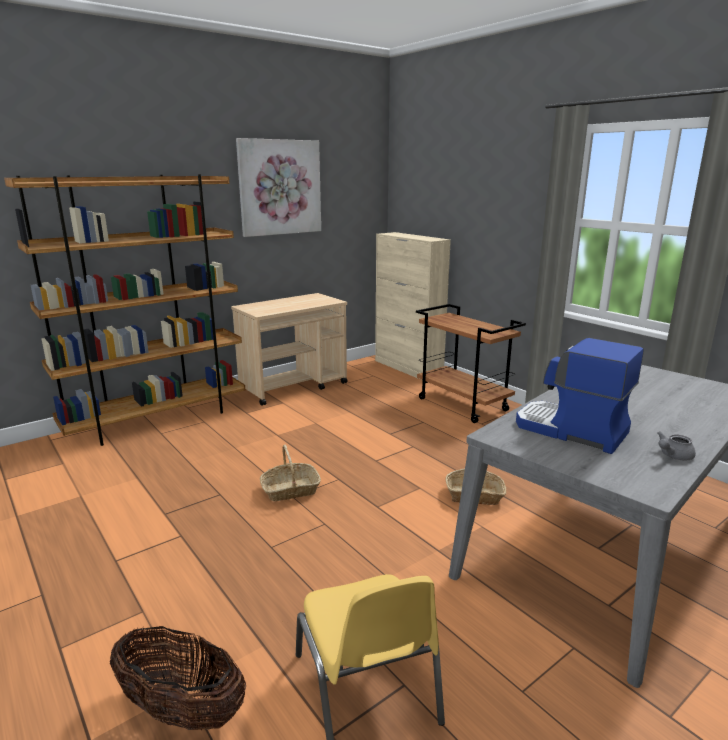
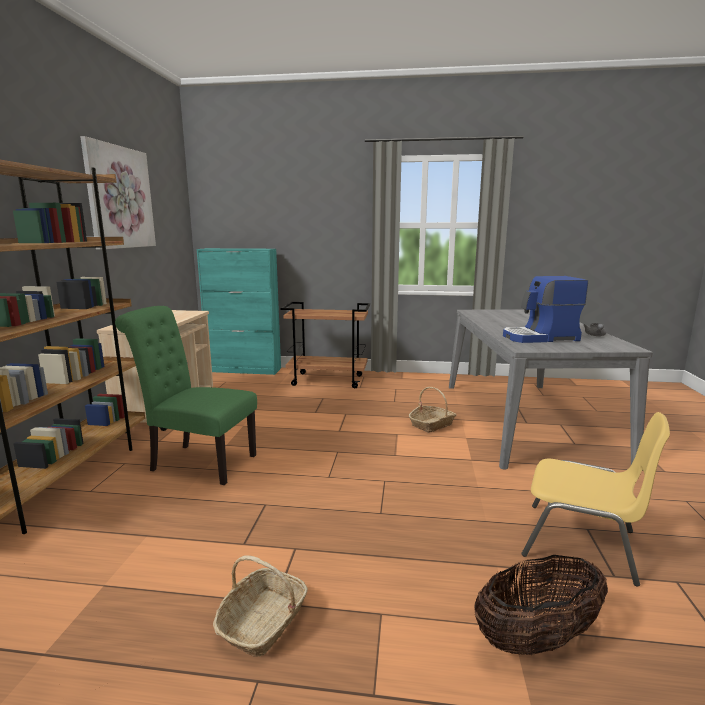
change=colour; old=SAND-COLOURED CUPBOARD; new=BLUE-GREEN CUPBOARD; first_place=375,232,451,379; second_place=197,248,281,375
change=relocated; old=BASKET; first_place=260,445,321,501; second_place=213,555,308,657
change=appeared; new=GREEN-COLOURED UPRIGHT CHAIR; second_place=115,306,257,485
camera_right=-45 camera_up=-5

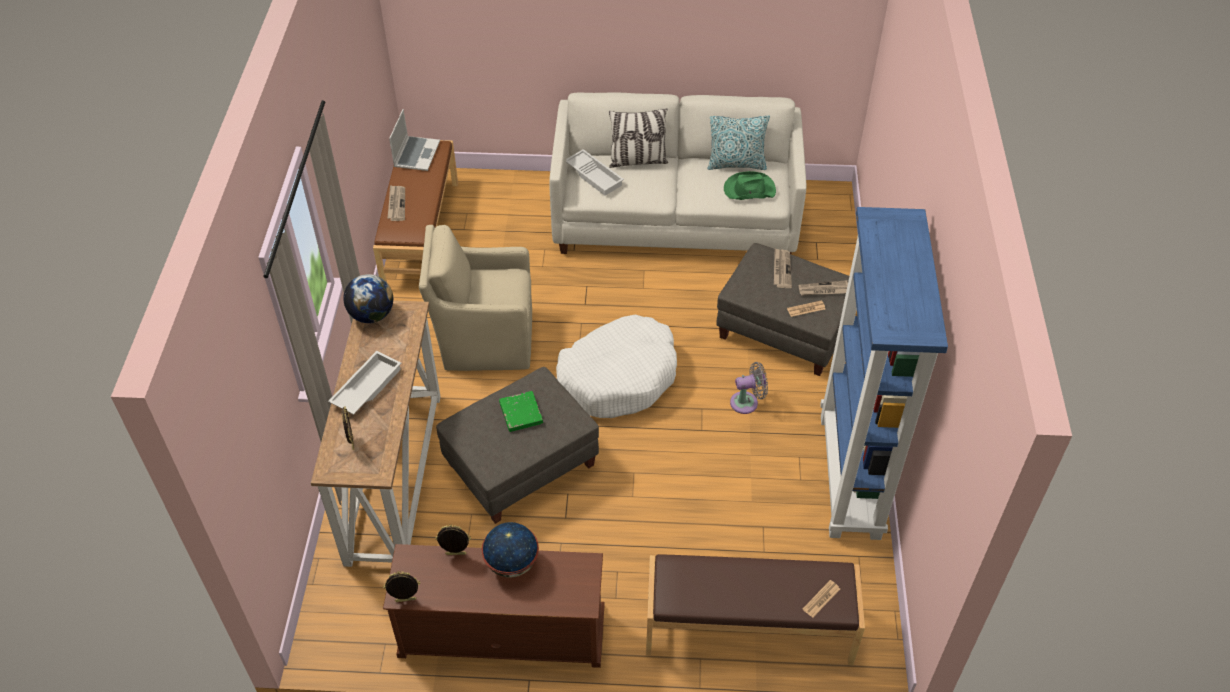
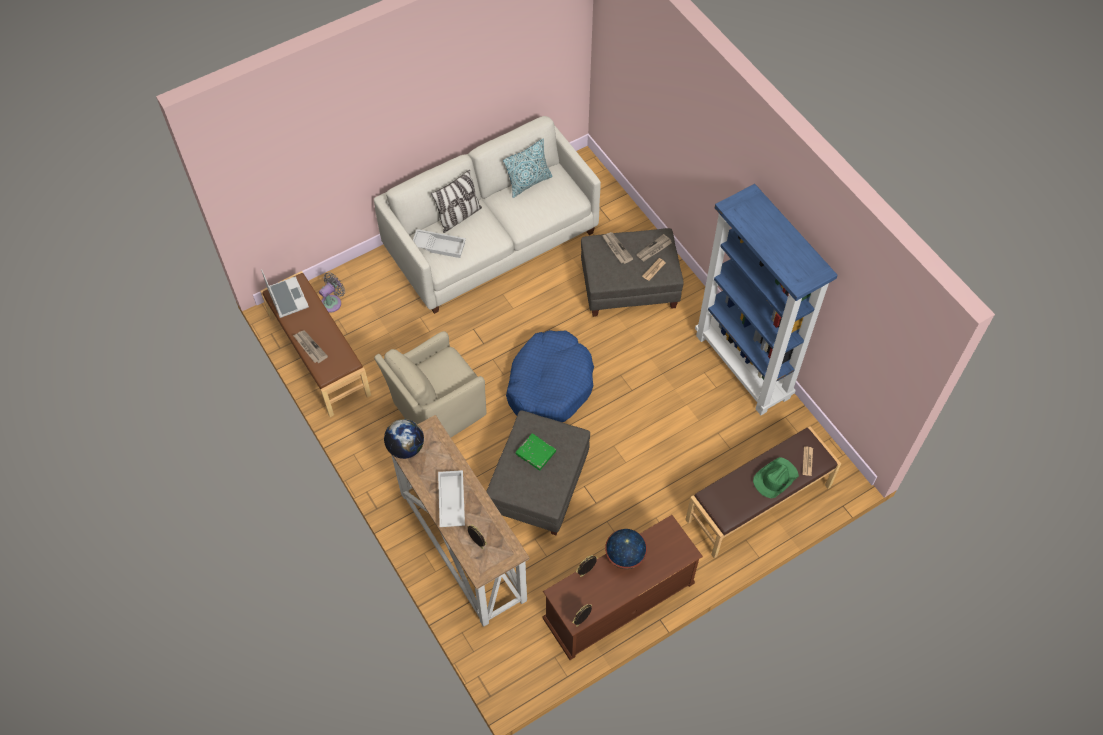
change=relocated; old=GREEN-COLOURED HAT; first_place=724,171,776,200; second_place=753,457,799,498
change=colour; old=WHITE PET BED; new=BLUISH PET BED; first_place=556,315,677,418; second_place=506,330,594,422
change=relocated; old=GREY COOLING FAN; first_place=730,362,768,414; second_place=319,272,345,313
camera_right=-35 camera_up=10

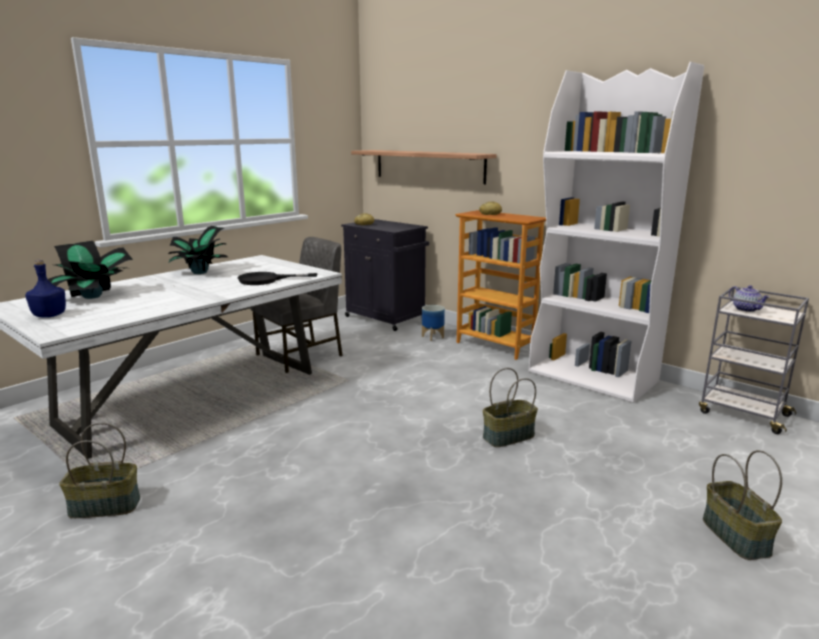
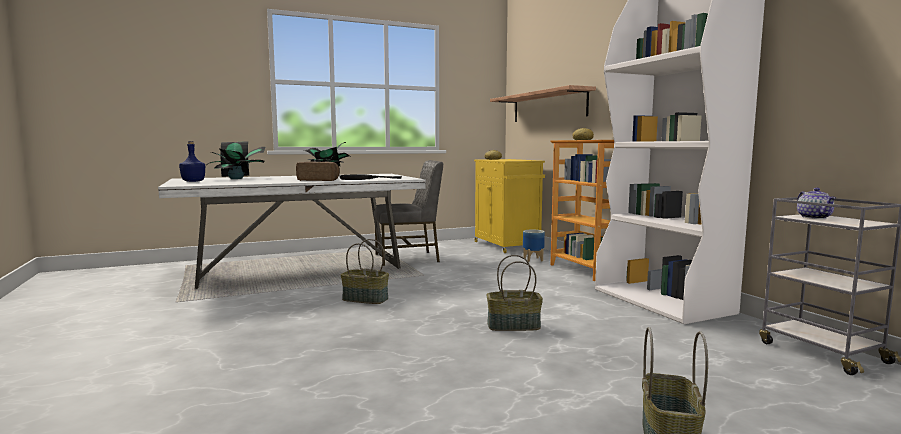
change=colour; old=BLACK CUPBOARD; new=YELLOWISH CUPBOARD; first_place=341,219,429,331; second_place=474,159,545,253
change=relocated; old=BASKET; first_place=59,423,140,518; second_place=341,239,389,304
change=appeared; new=BAKED BREAD; second_place=296,161,340,181
camera_right=25 camera_up=-10

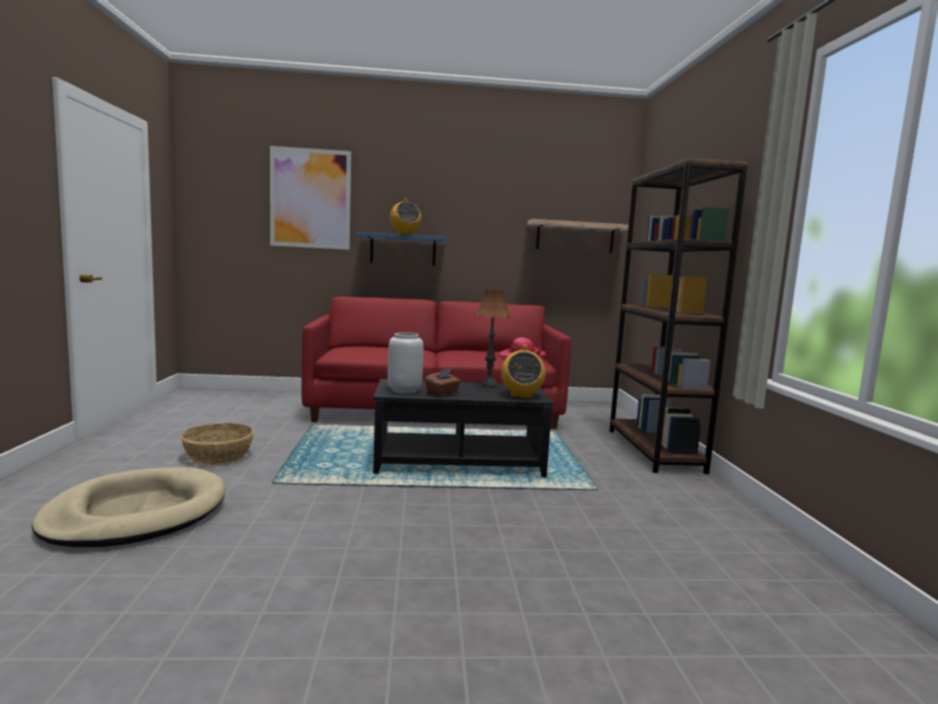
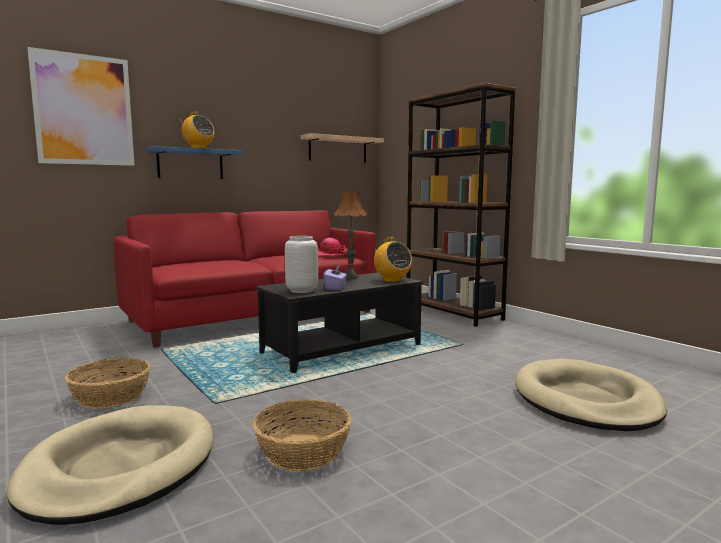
change=colour; old=BROWN TISSUE HOLDER; new=PURPLE-COLOURED TISSUE HOLDER; first_place=425,369,461,396; second_place=324,265,347,290
change=appeared; new=SAND-COLOURED PET BED; second_place=515,359,667,431
change=appeared; new=BASKET; second_place=252,399,352,471
camera_right=-30 camera_up=0

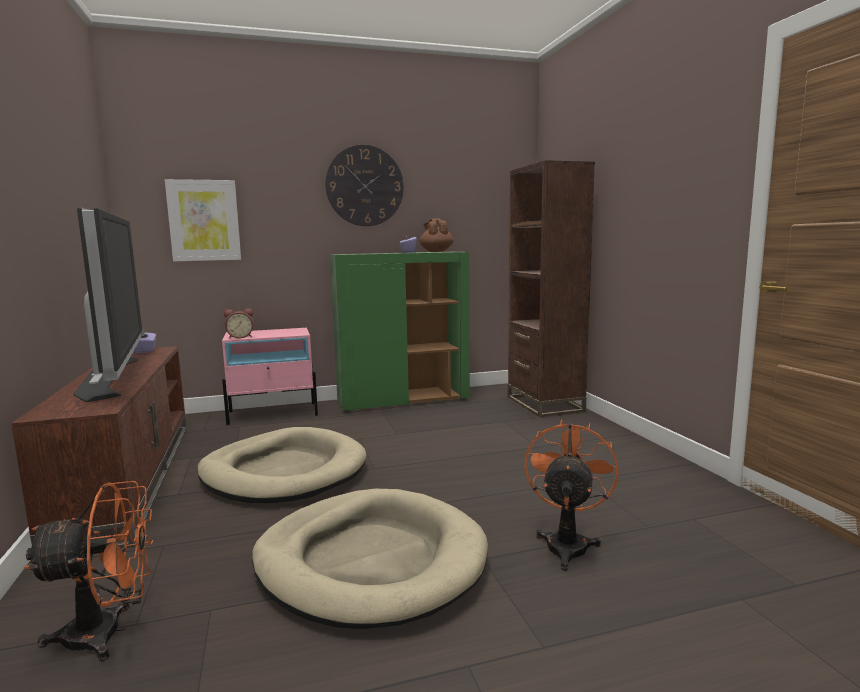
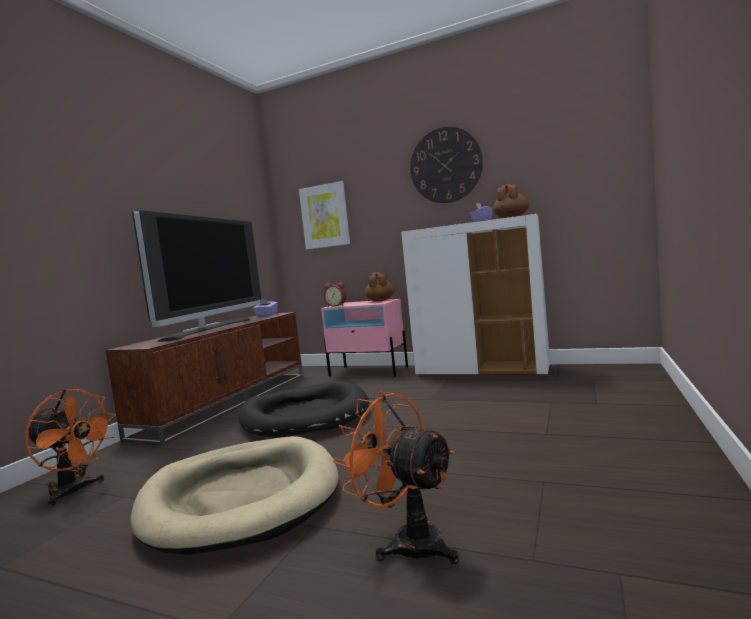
change=missing; old=BROWN BOOKCASE; first_place=508,160,595,417
change=colour; old=GREEN-COLOURED CUPBOARD; new=WHITE CUPBOARD; first_place=330,252,470,412; second_place=401,214,550,377
change=spun; old=ORANGEY COOLING FAN; first_place=524,420,619,571; second_place=333,392,459,564; degrees=-105
change=colour; old=SAND-COLOURED PET BED; new=BLACK PET BED; first_place=197,427,367,503; second_place=238,381,370,437
change=appeared; new=BROWN TEAPOT; second_place=365,272,394,302
camera_right=40 camera_up=-5

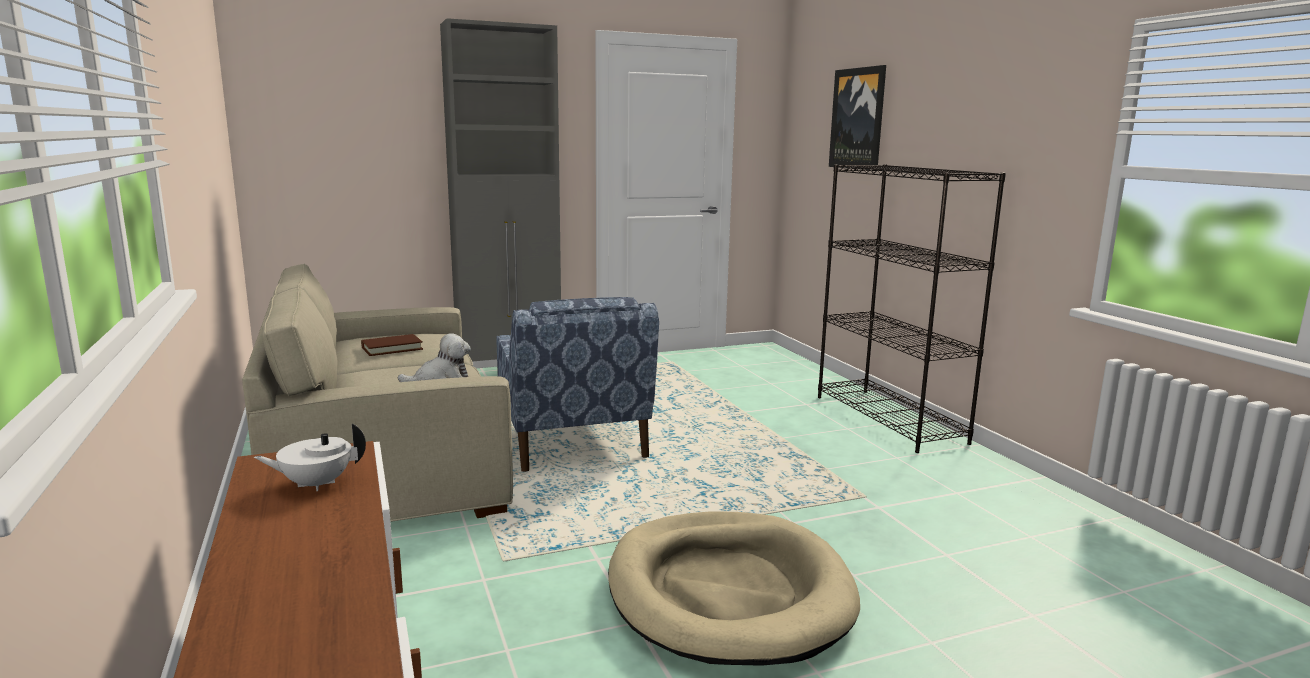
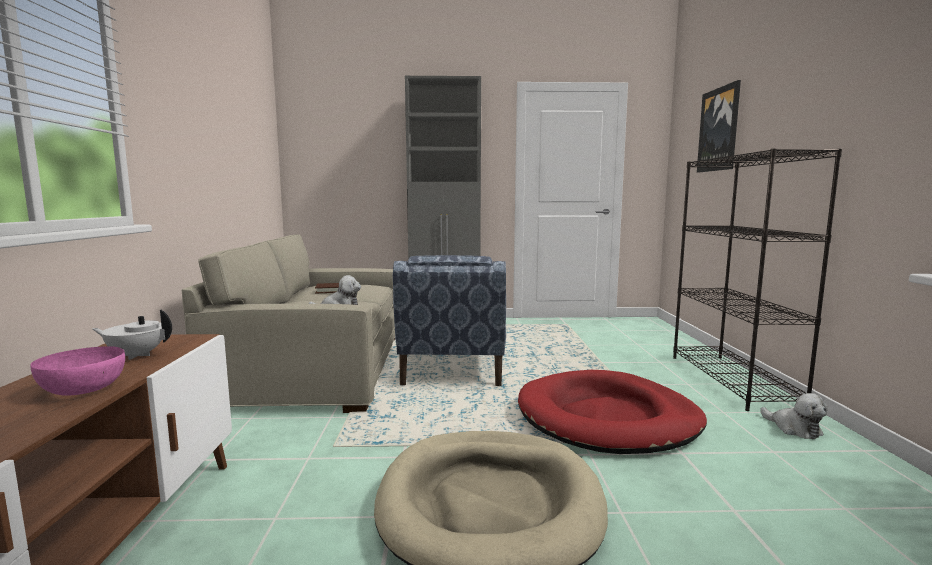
change=appeared; new=PINK SERVING BOWL; second_place=30,346,125,396
change=appeared; new=REDDISH PET BED; second_place=518,370,707,454
change=appeared; new=SOFT TOY; second_place=760,393,828,439
camera_right=20 camera_up=-5

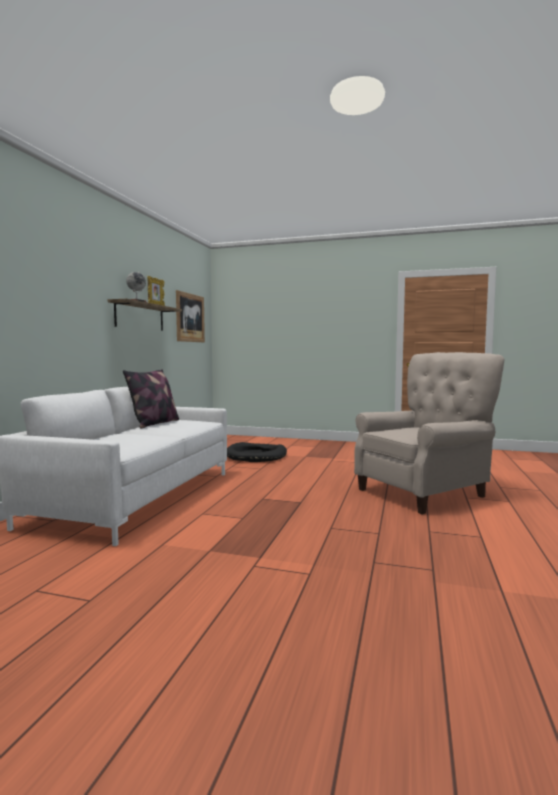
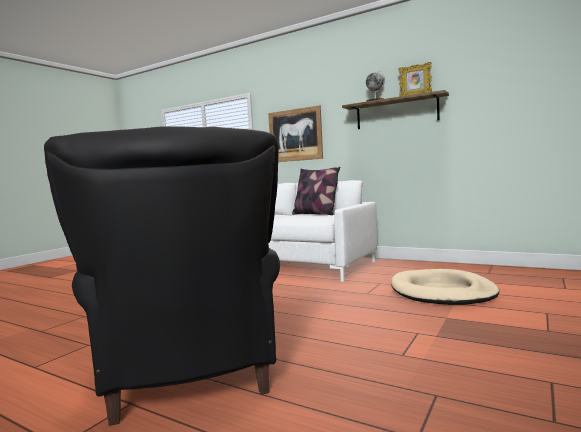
change=relocated; old=PICTURE; first_place=176,290,205,342; second_place=268,105,323,162
change=colour; old=SAND-COLOURED ARMCHAIR; new=BLACK ARMCHAIR; first_place=354,352,504,514; second_place=44,126,280,426
change=colour; old=BLACK PET BED; new=SAND-COLOURED PET BED; first_place=227,442,287,462; second_place=391,269,499,305
camera_right=105 camera_up=0

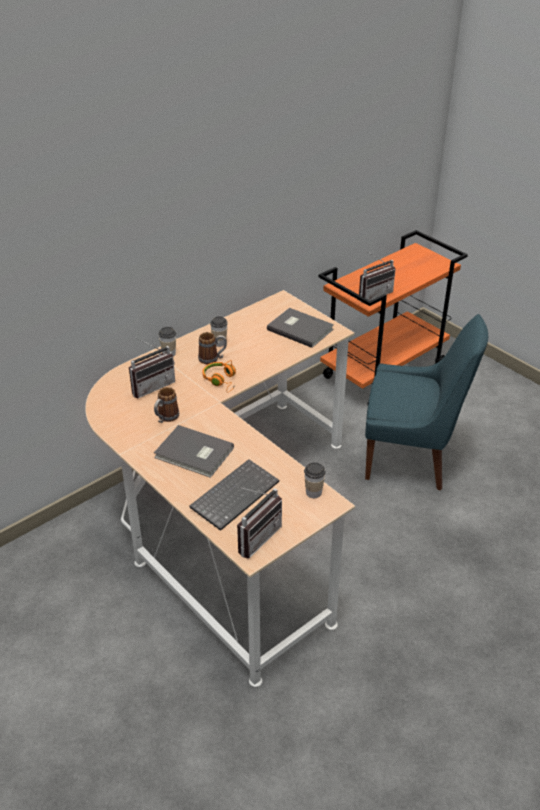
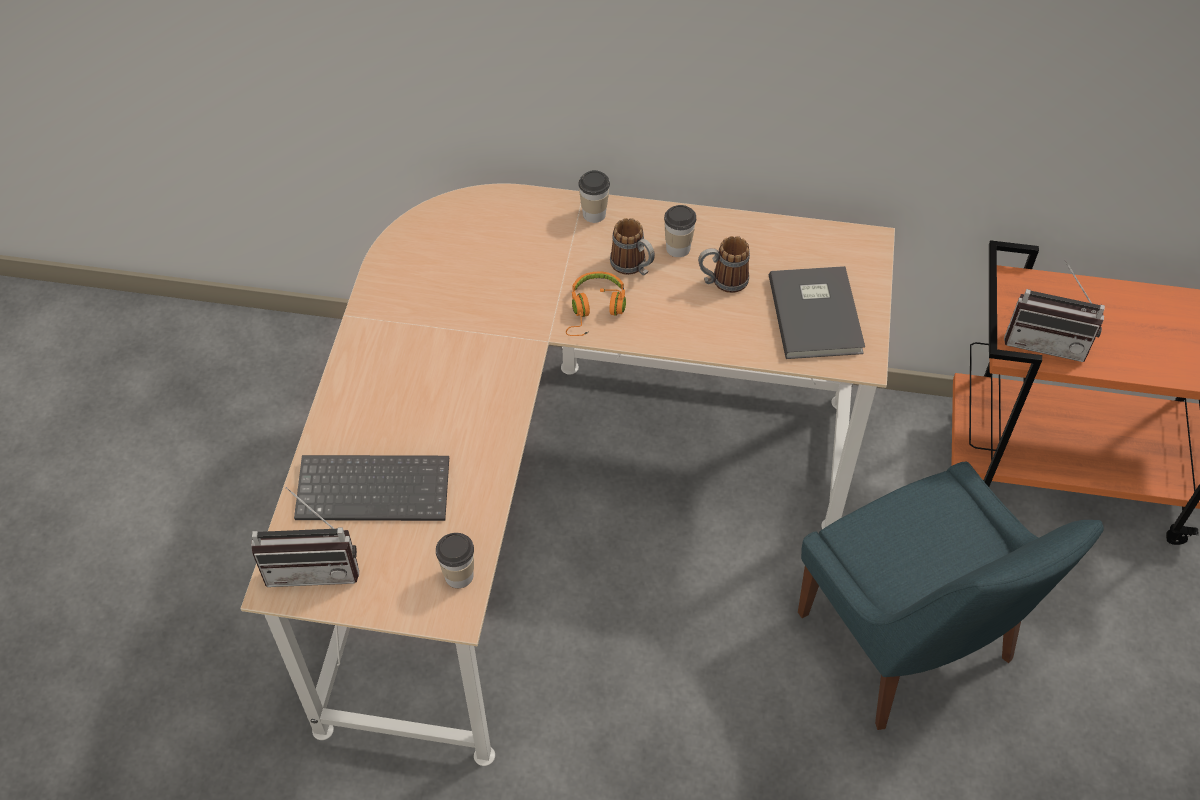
change=missing; old=RADIO; first_place=129,338,175,399
change=relocated; old=MUG; first_place=154,387,179,423; second_place=698,236,750,293
change=missing; old=GREY VOLUME; first_place=154,425,234,478
camera_right=50 camera_up=15

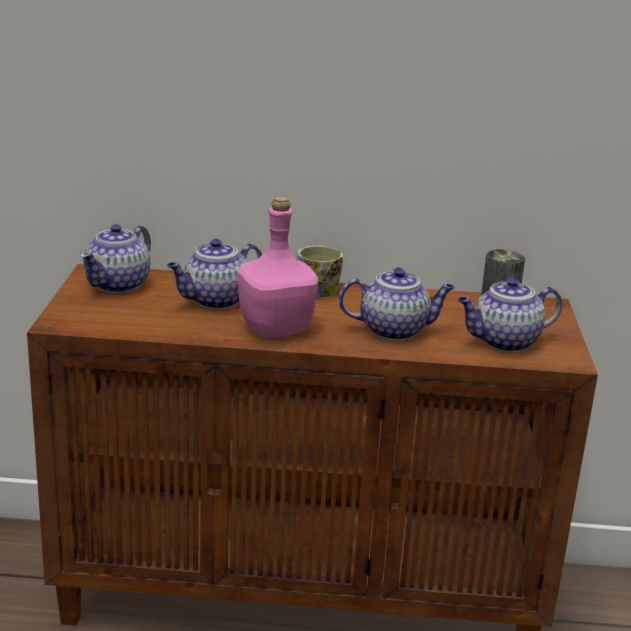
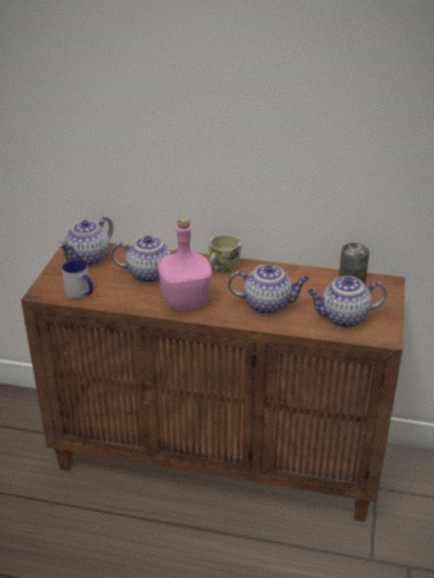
change=spun; old=TEAPOT; first_place=167,239,262,309; second_place=111,236,178,283; degrees=-150
change=appeared; new=MUG; second_place=62,260,93,299
camera_right=10 camera_up=10

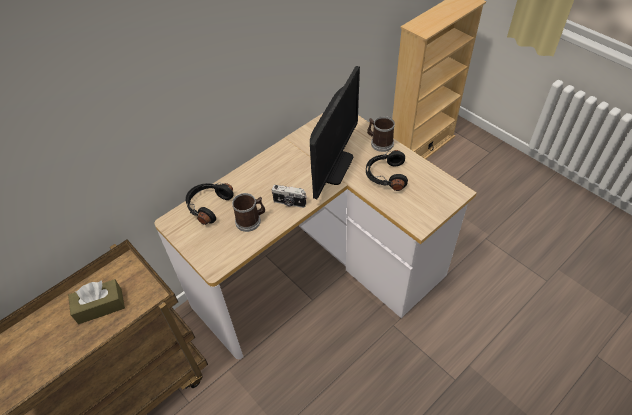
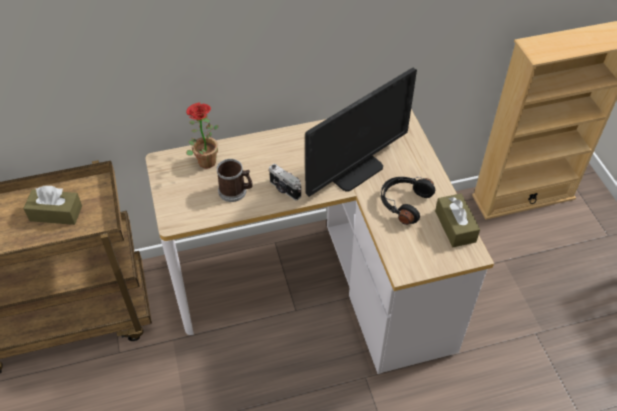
change=missing; old=MUG; first_place=367,116,395,152
change=exchanged; old=BLACK HEADSET; new=PLANT IN A POT; first_place=185,182,234,225; second_place=186,102,219,168
change=appeared; new=BROWN TISSUE HOLDER; second_place=435,194,480,247
camera_right=25 camera_up=0

